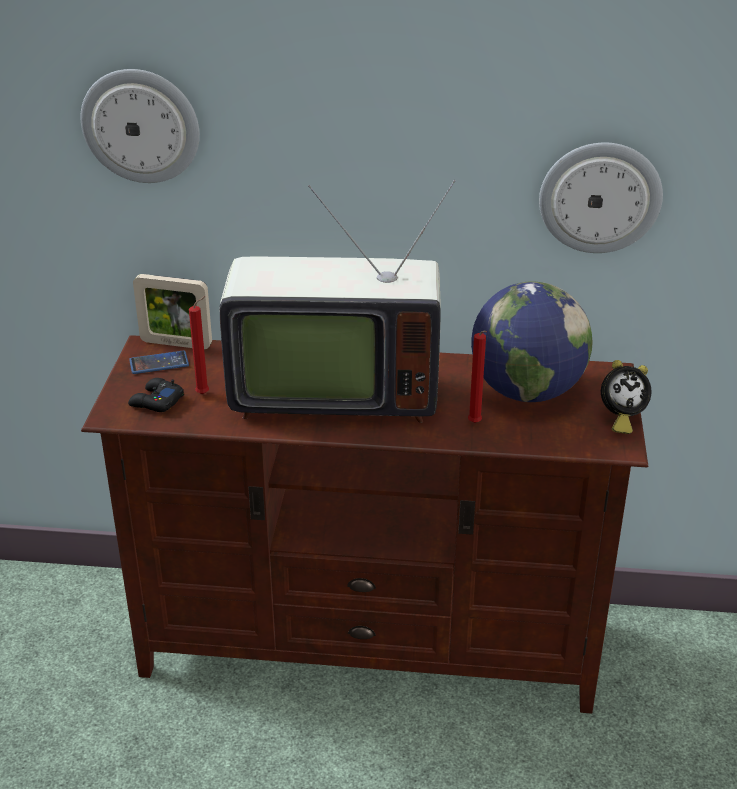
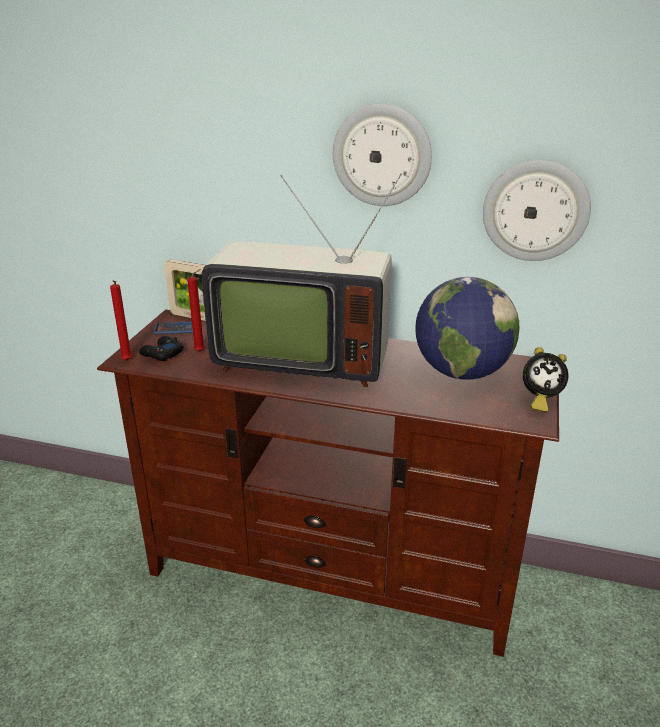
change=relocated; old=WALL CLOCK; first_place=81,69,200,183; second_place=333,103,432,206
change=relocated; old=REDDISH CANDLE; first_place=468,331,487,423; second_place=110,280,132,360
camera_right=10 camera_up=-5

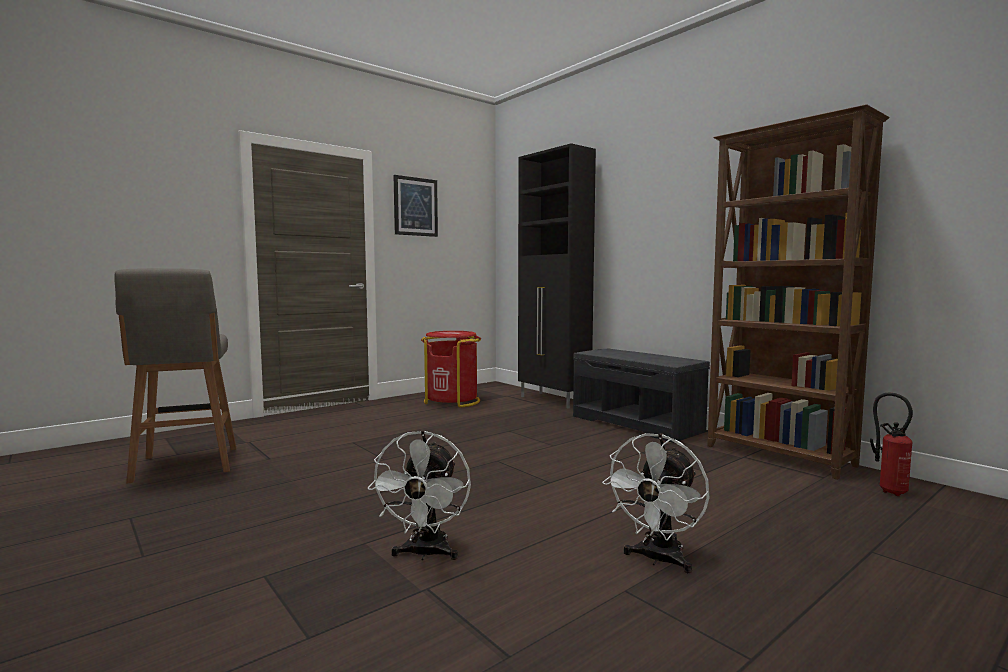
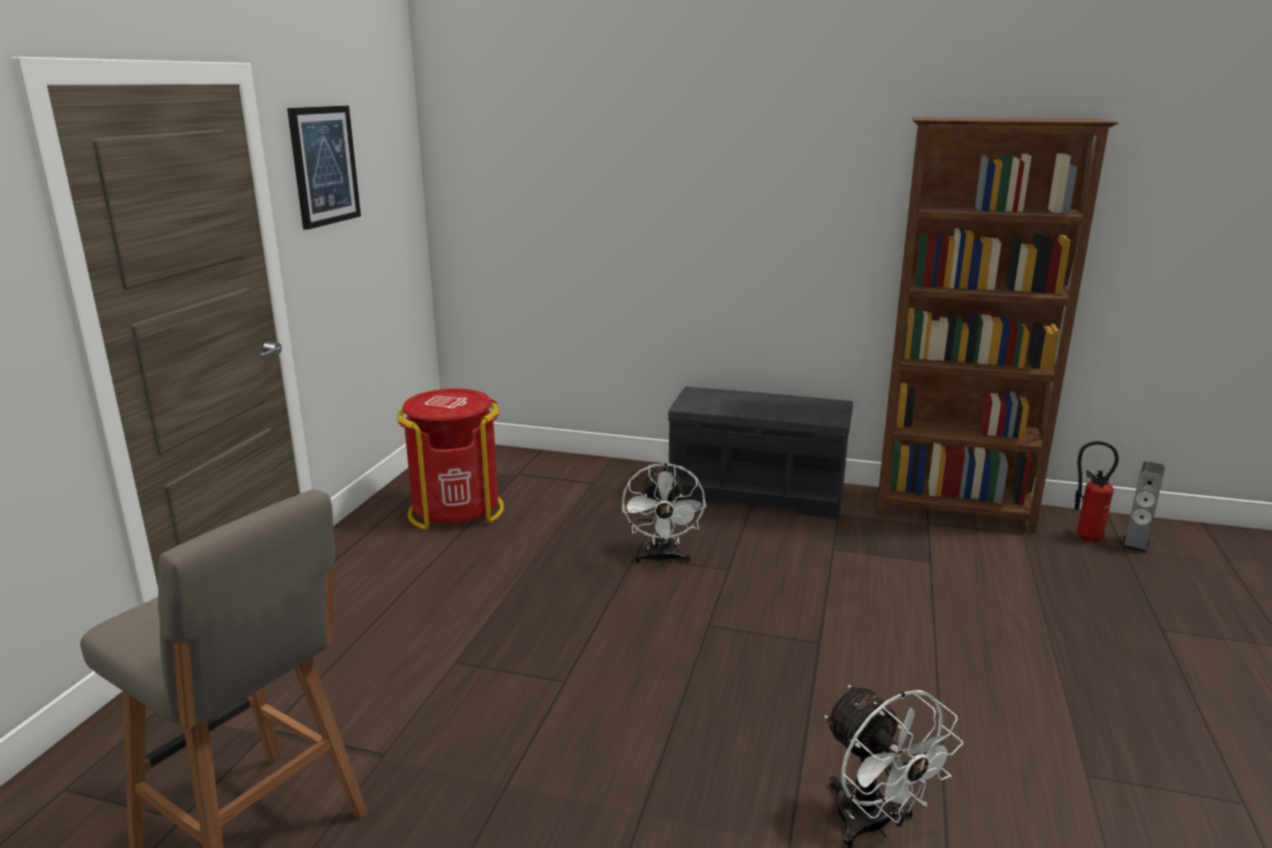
change=missing; old=BLACK CUPBOARD; first_place=518,143,596,409
change=relocated; old=WHITE COOLING FAN; first_place=602,433,709,573; second_place=622,463,706,564
change=appeared; new=AUDIO SPEAKER; second_place=1122,461,1165,554
camera_right=-35 camera_up=15

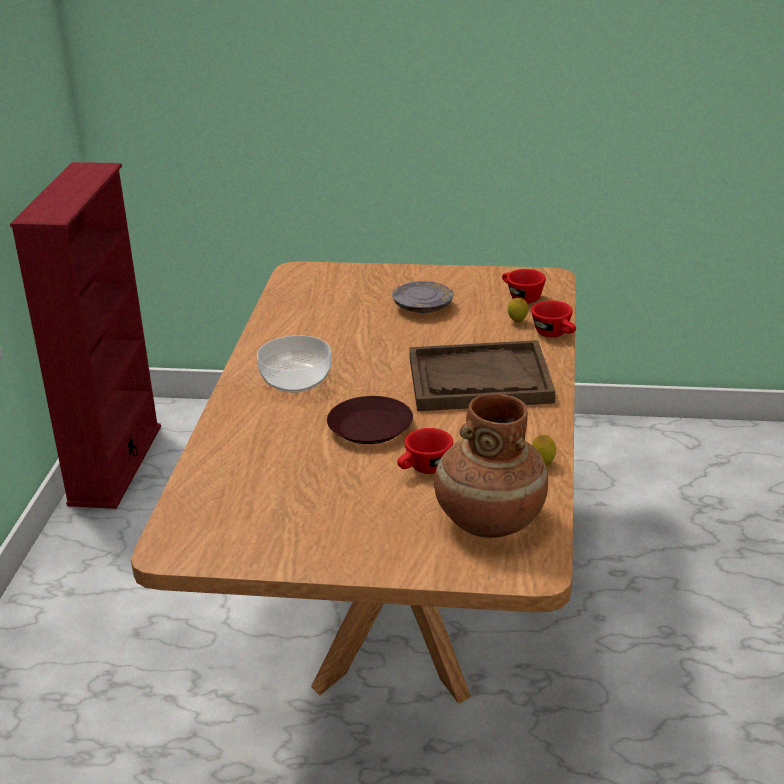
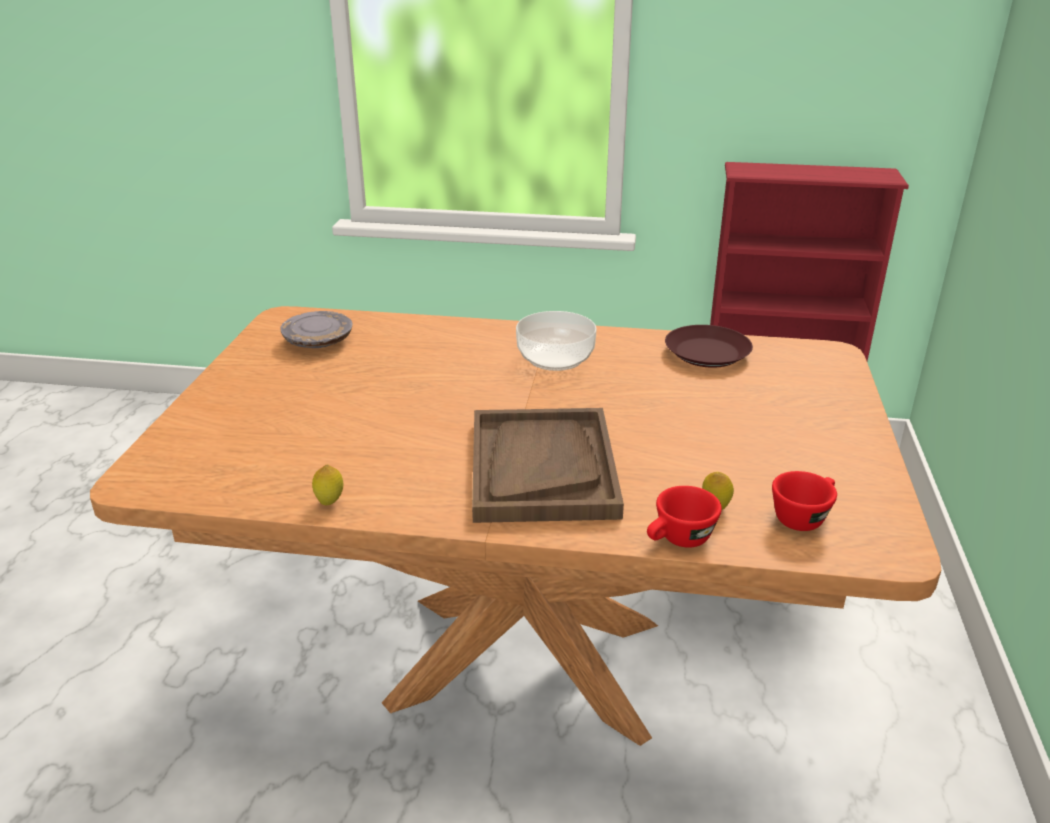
change=relocated; old=GREY DINNER PLATE; first_place=392,281,453,313; second_place=280,311,353,348
change=missing; old=BROWN DECORATIVE VASE; first_place=434,393,548,538
change=relocated; old=BROWN DINNER PLATE; first_place=327,396,413,444; second_place=665,325,753,368
change=missing; old=REDDISH CUP; first_place=397,428,453,474
camera_right=90 camera_up=0

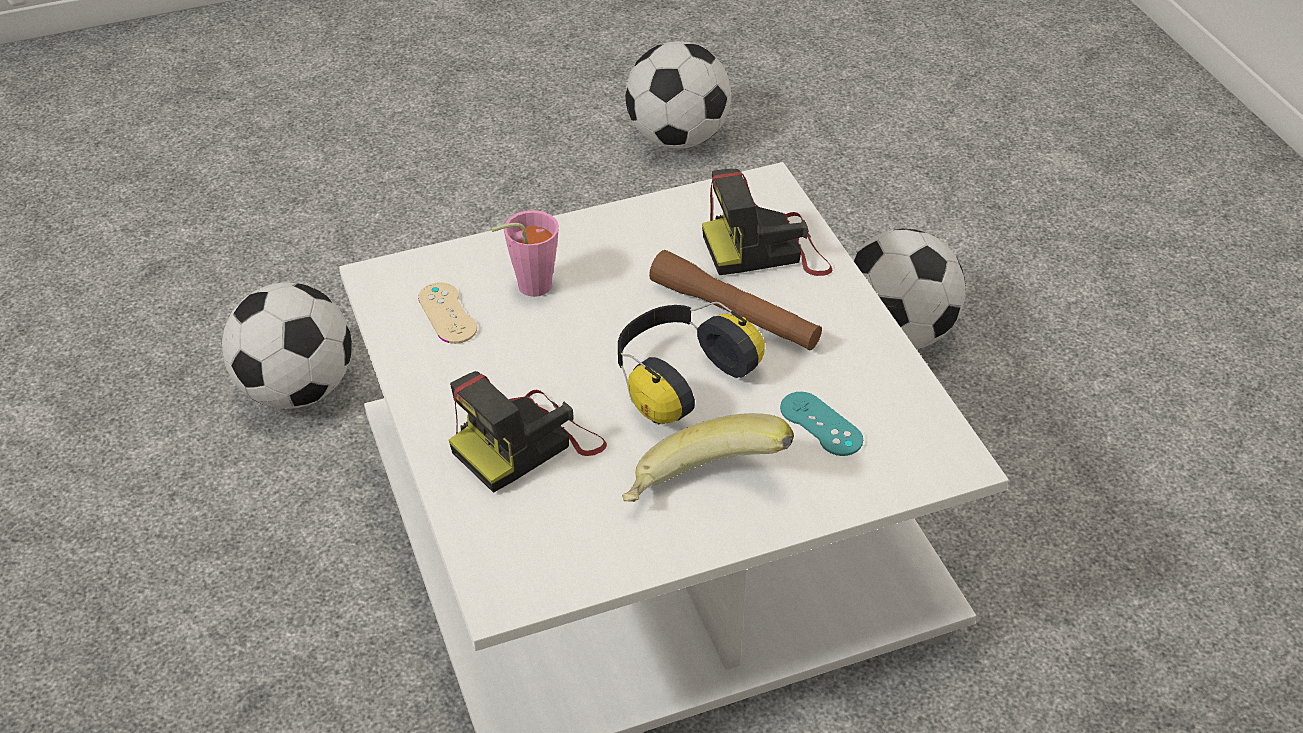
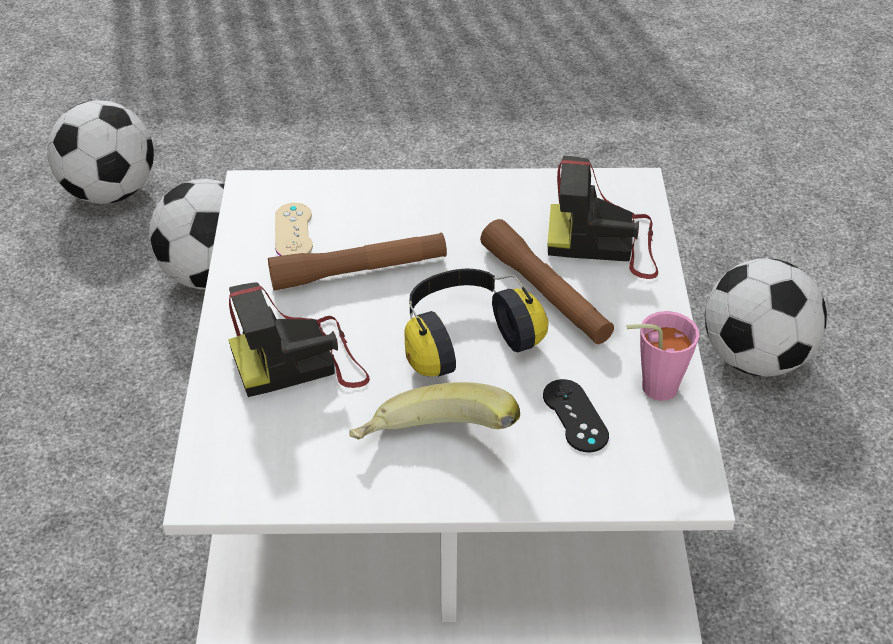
change=relocated; old=FOOTBALL BALL; first_place=625,41,731,149; second_place=47,100,154,204
change=relocated; old=PINK CUP; first_place=491,210,559,297; second_place=627,311,700,401
change=colour; old=BLUE-GREEN GAME CONTROLLER; new=BLACK GAME CONTROLLER; first_place=780,392,863,456; second_place=543,379,609,452
change=appeared; new=BROWN HAND TORCH; second_place=268,233,447,291
camera_right=20 camera_up=0

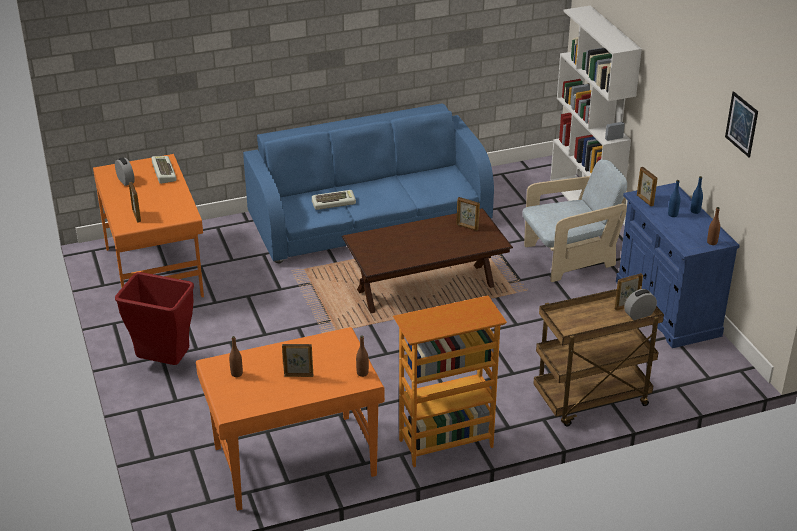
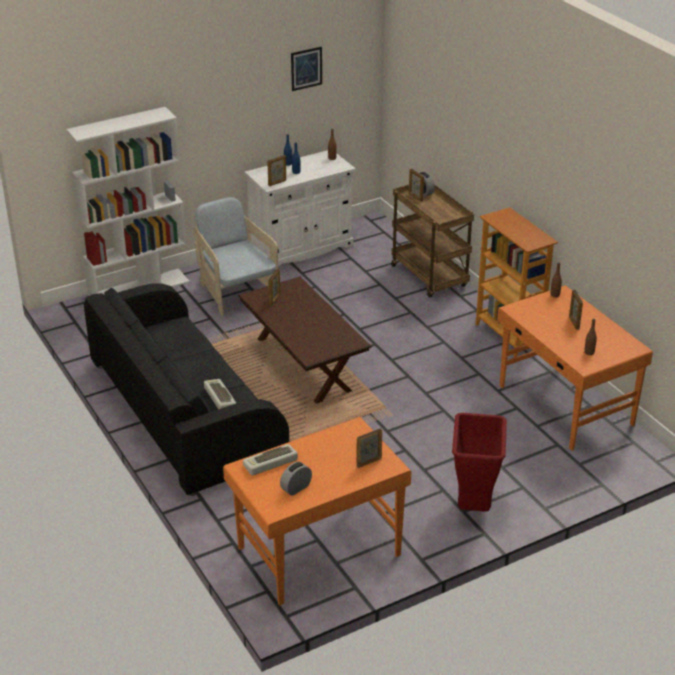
change=colour; old=BLUISH SOFA; new=BLACK SOFA; first_place=243,103,494,264; second_place=84,284,289,496
change=colour; old=BLUISH CUPBOARD; new=WHITE CUPBOARD; first_place=616,183,740,348; second_place=244,150,356,266
camera_right=-100 camera_up=0

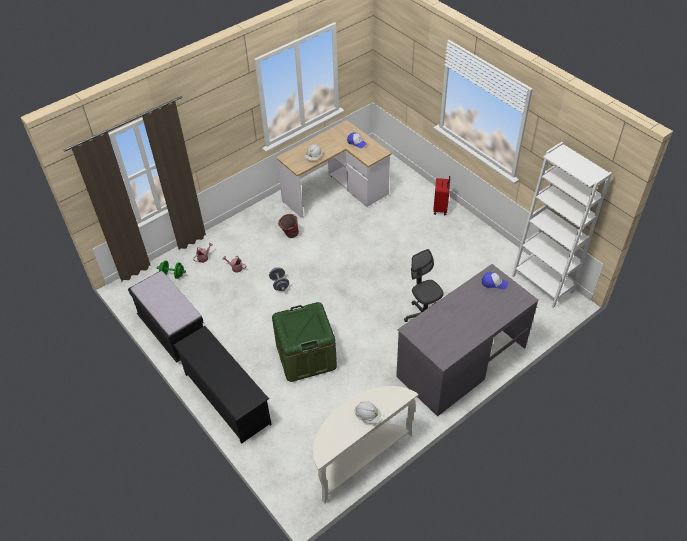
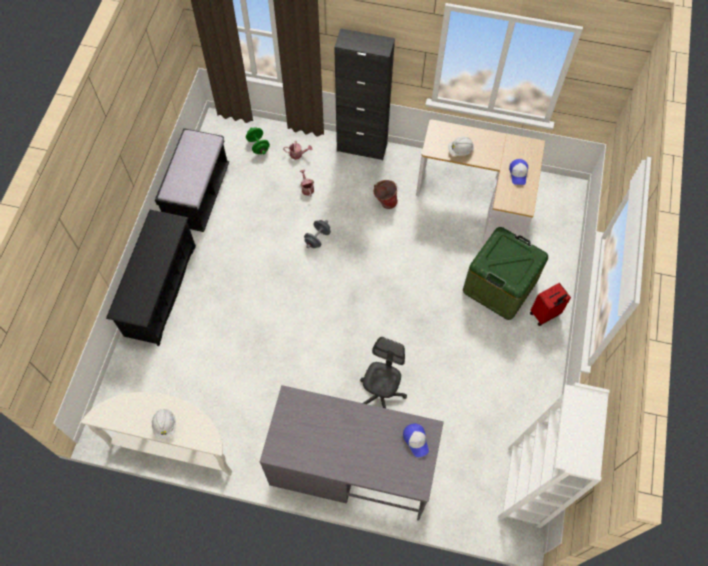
change=relocated; old=GREEN-COLOURED STORAGE BOX; first_place=272,302,337,382; second_place=463,227,548,320
change=appeared; new=BLACK CUPBOARD; second_place=334,28,395,160
camera_right=50 camera_up=15

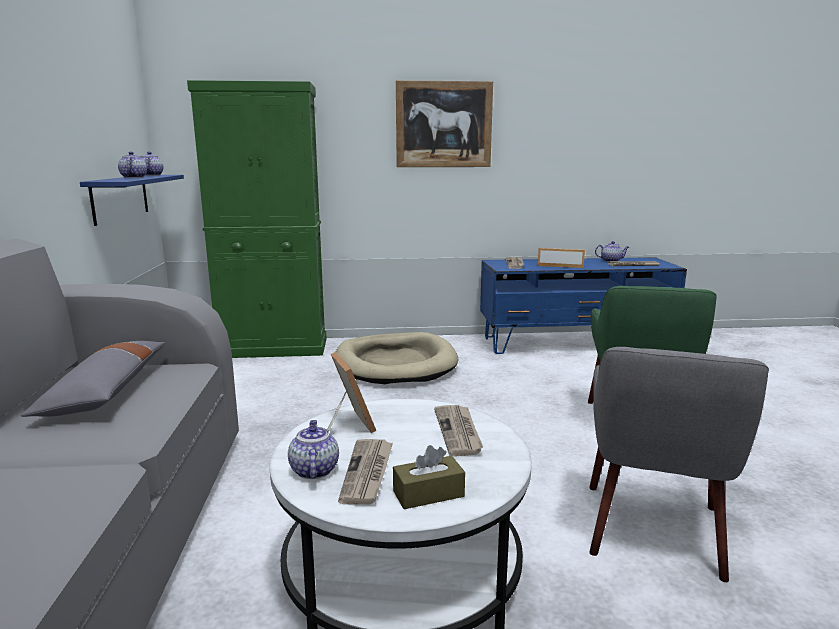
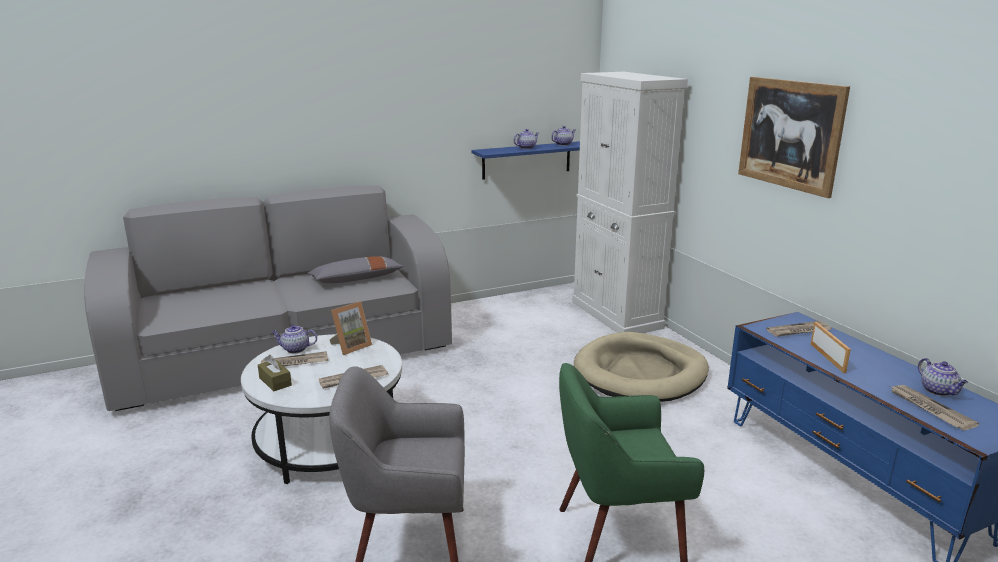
change=colour; old=GREEN-COLOURED CUPBOARD; new=WHITE CUPBOARD; first_place=187,80,327,358; second_place=572,72,688,333
change=spun; old=TEAPOT; first_place=288,420,339,479; second_place=272,325,317,354; degrees=-150
camera_right=70 camera_up=5

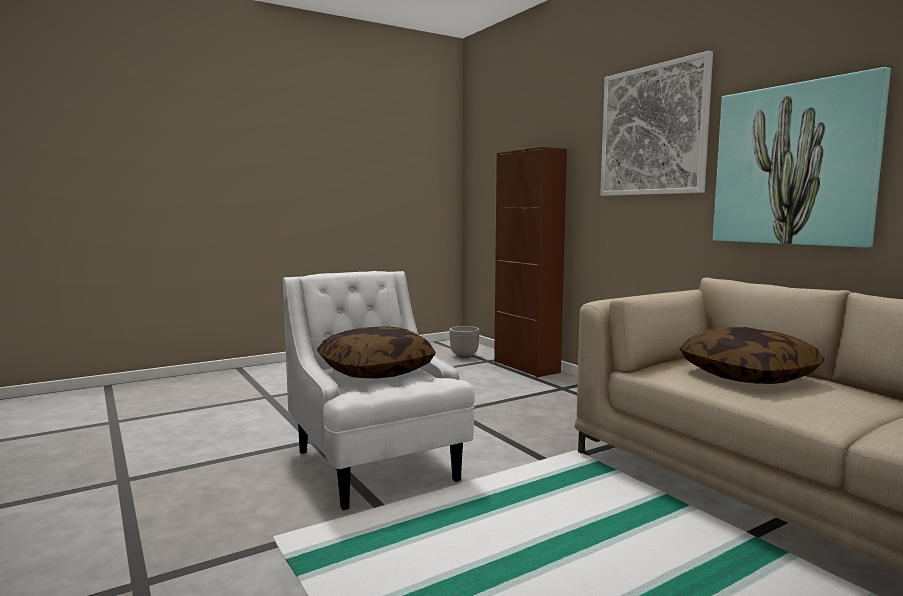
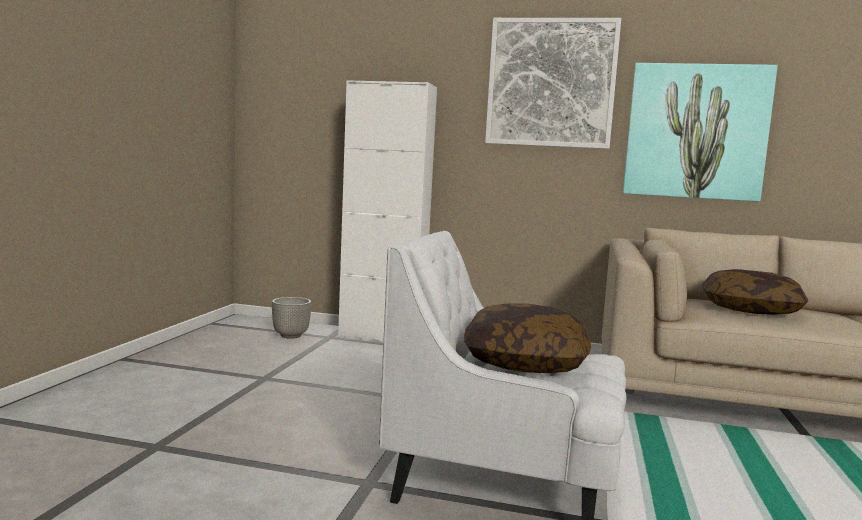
change=colour; old=BROWN CUPBOARD; new=WHITE CUPBOARD; first_place=494,147,567,377; second_place=338,80,437,341
camera_right=-45 camera_up=0

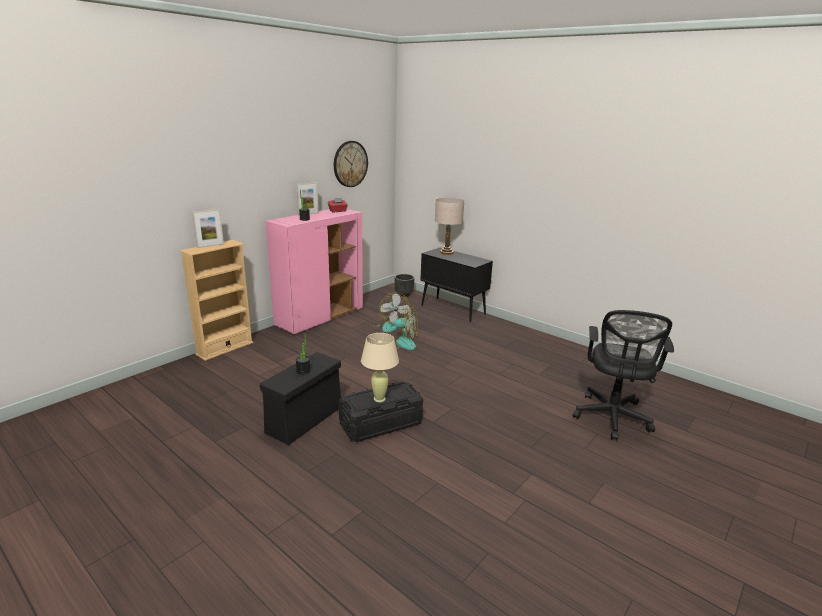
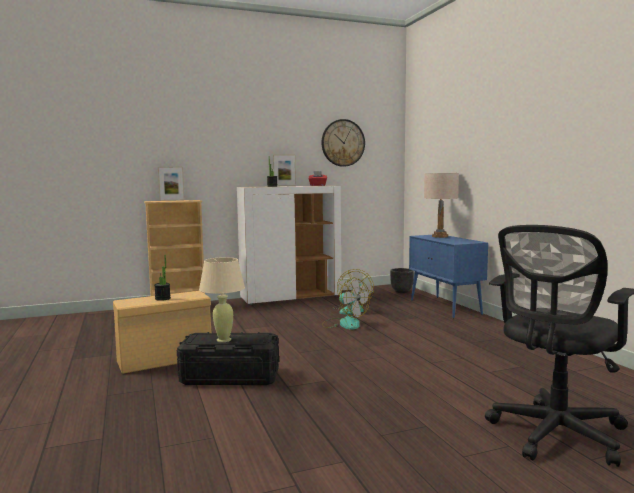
change=colour; old=PINK CUPBOARD; new=WHITE CUPBOARD; first_place=266,209,363,335; second_place=237,186,341,305
change=colour; old=BLACK CUPBOARD; new=BLUISH CUPBOARD; first_place=420,247,493,322; second_place=409,235,488,318
change=colour; old=BLACK STORAGE BOX; new=SAND-COLOURED STORAGE BOX; first_place=260,352,341,445; second_place=113,291,212,374
camera_right=30 camera_up=-15

